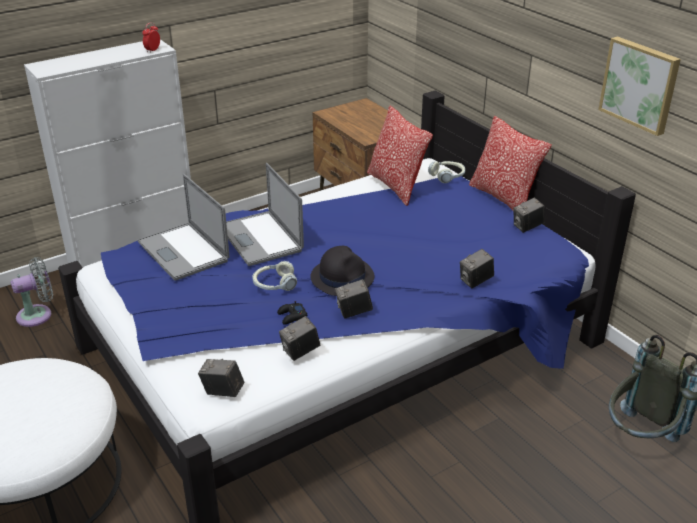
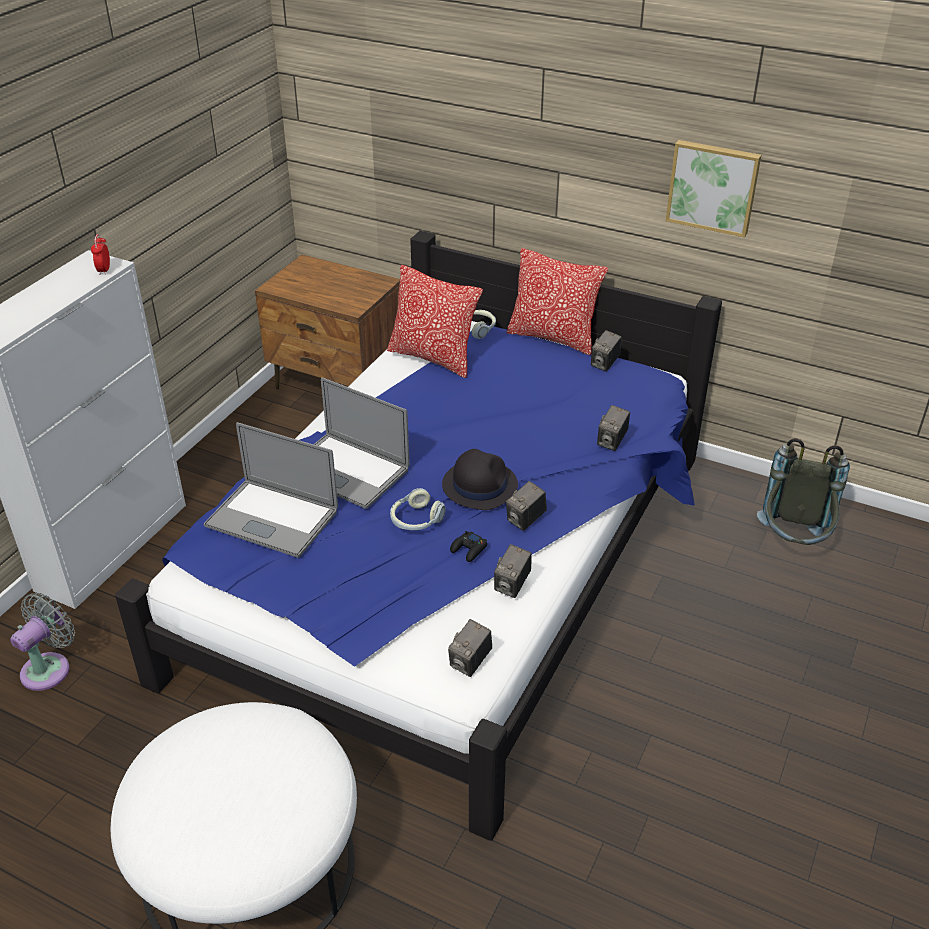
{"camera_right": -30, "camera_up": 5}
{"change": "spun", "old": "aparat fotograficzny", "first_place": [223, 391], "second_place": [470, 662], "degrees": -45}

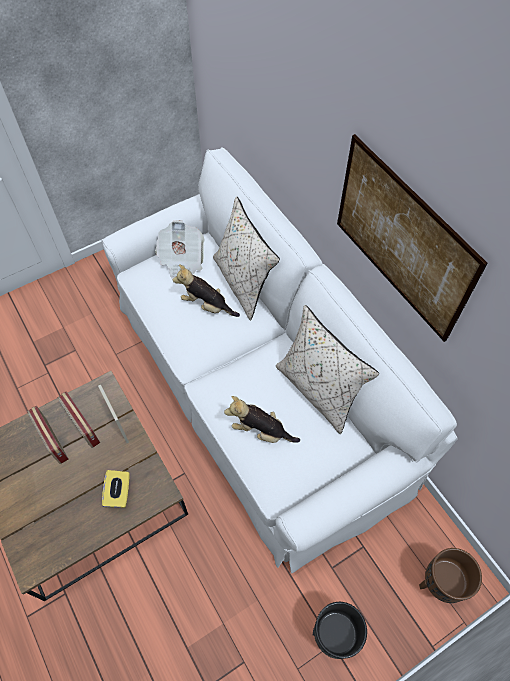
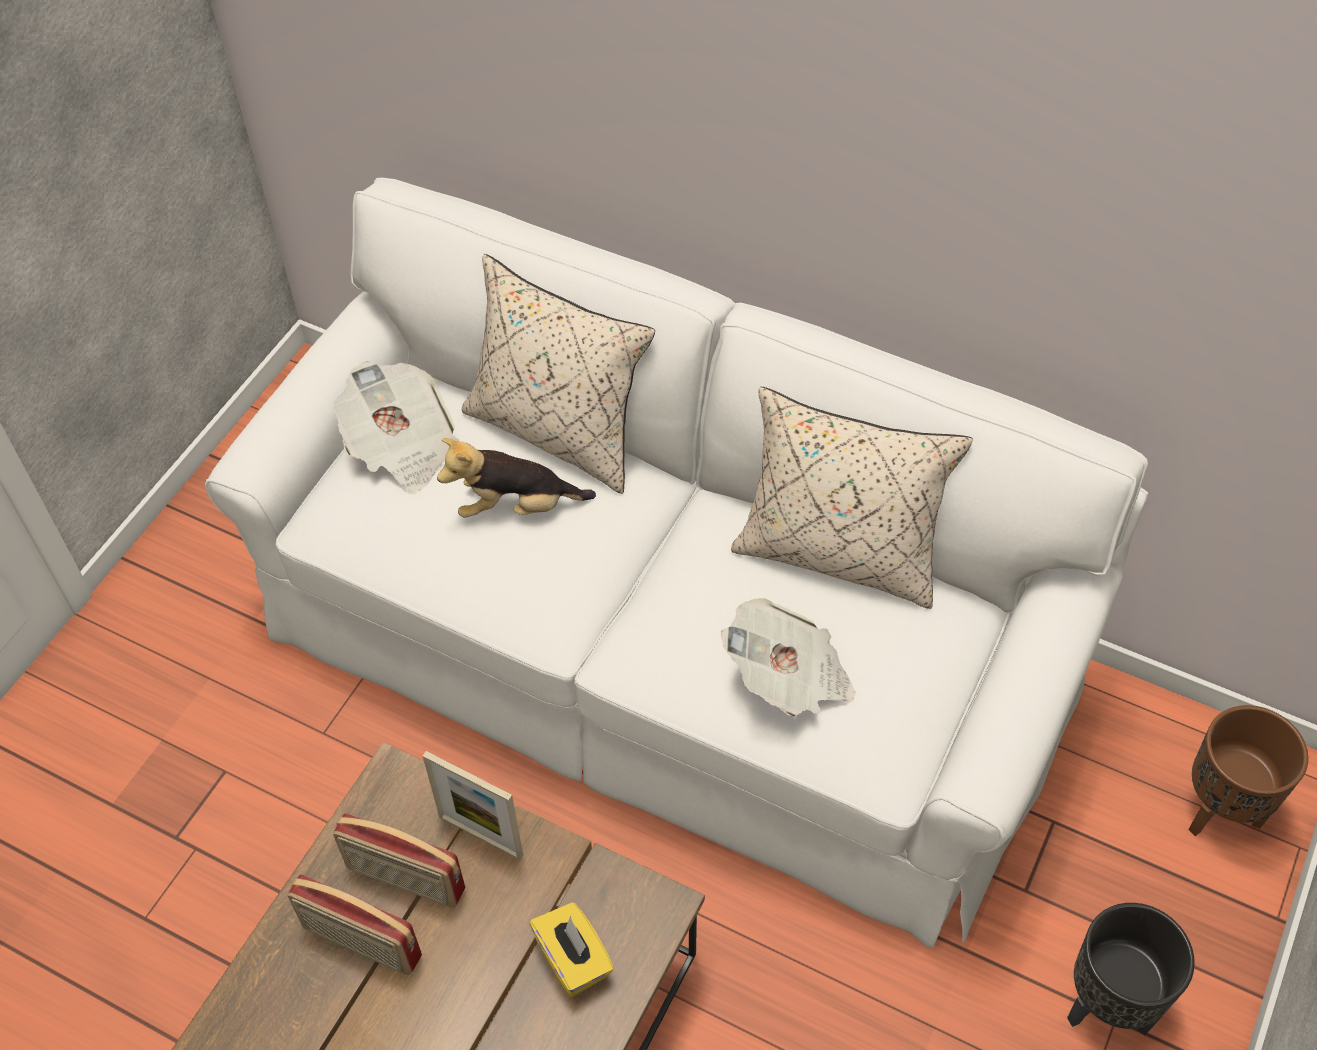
{"camera_right": -30, "camera_up": -5}
{"change": "exchanged", "old": "pluszak", "new": "gazeta", "first_place": [261, 431], "second_place": [788, 678]}
{"change": "missing", "old": "obraz", "first_place": [401, 239]}

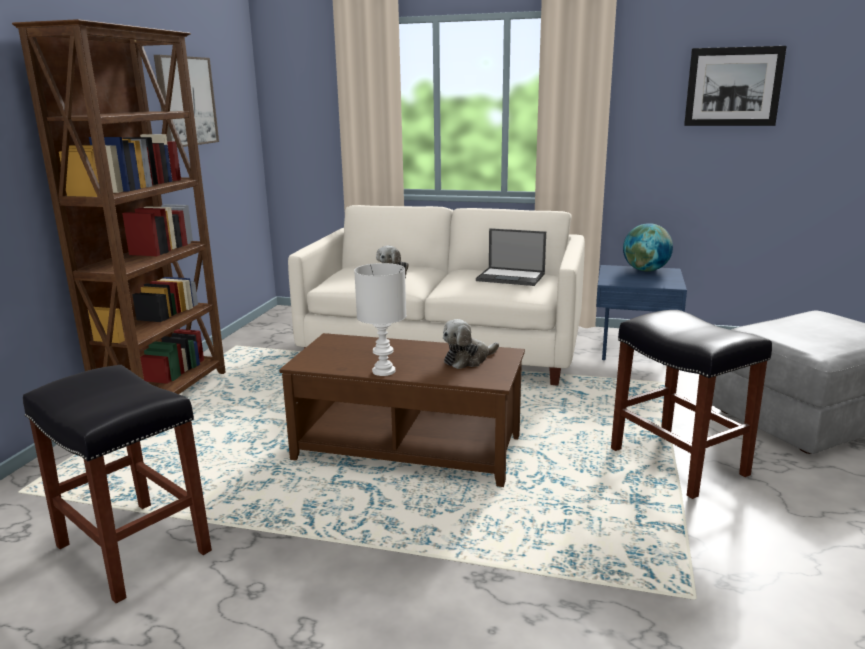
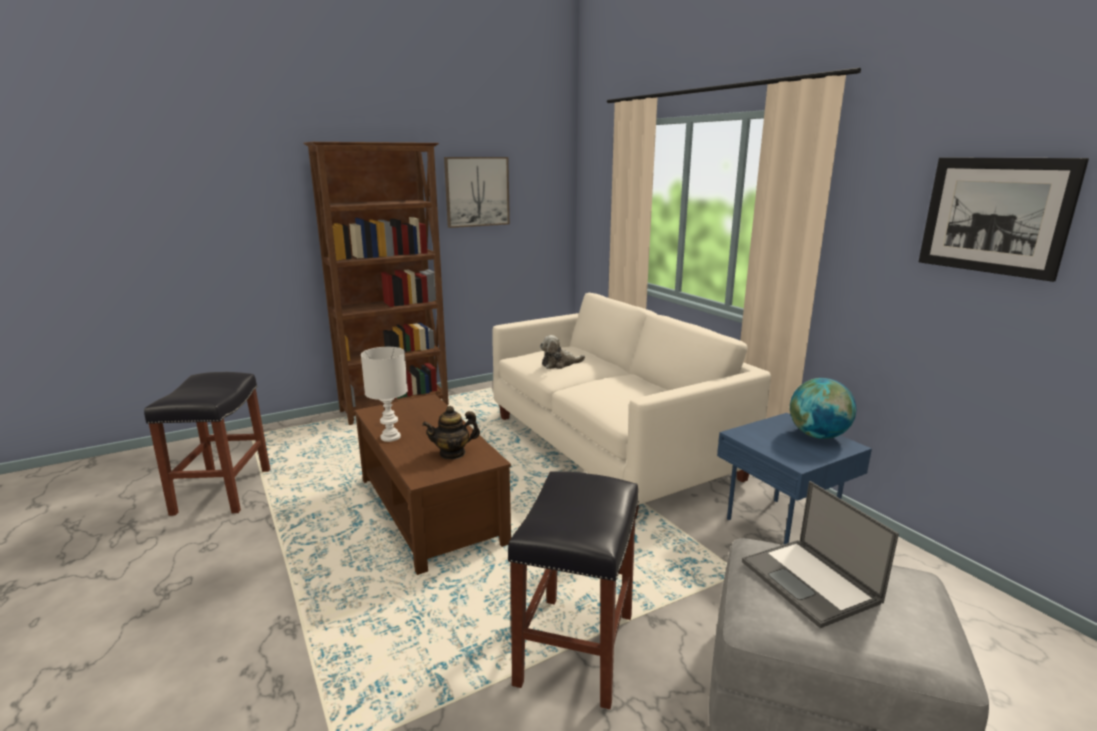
{"camera_right": 45, "camera_up": 0}
{"change": "exchanged", "old": "pluszak", "new": "imbryk", "first_place": [468, 360], "second_place": [452, 453]}
{"change": "relocated", "old": "laptop", "first_place": [511, 277], "second_place": [811, 582]}

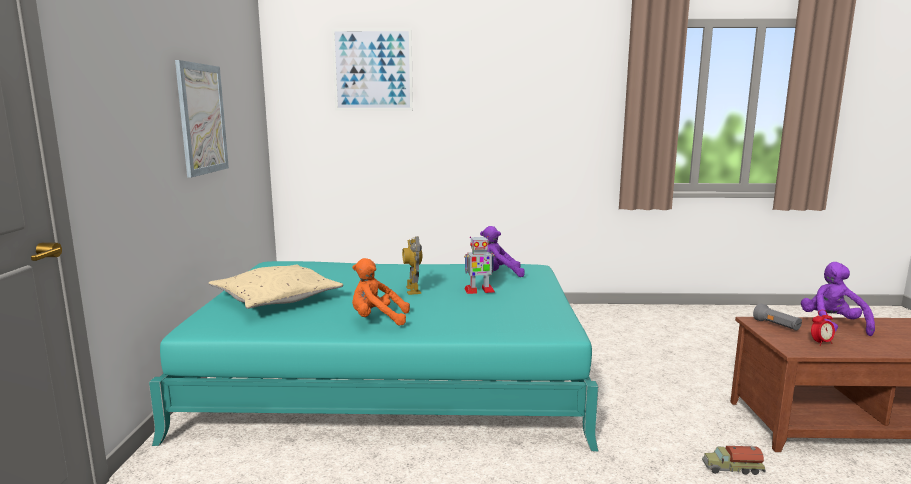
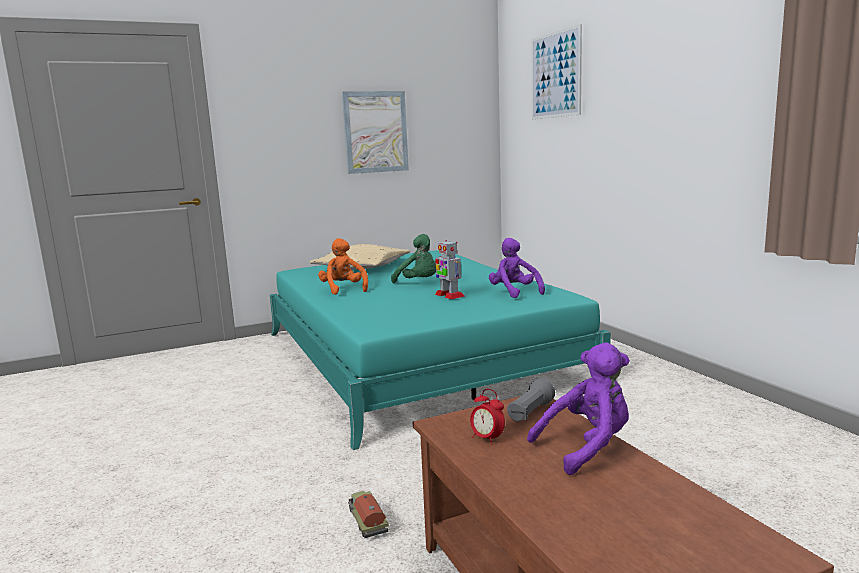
{"camera_right": 65, "camera_up": 0}
{"change": "exchanged", "old": "robot zabawkowy", "new": "pluszak (zielony)", "first_place": [413, 290], "second_place": [419, 282]}

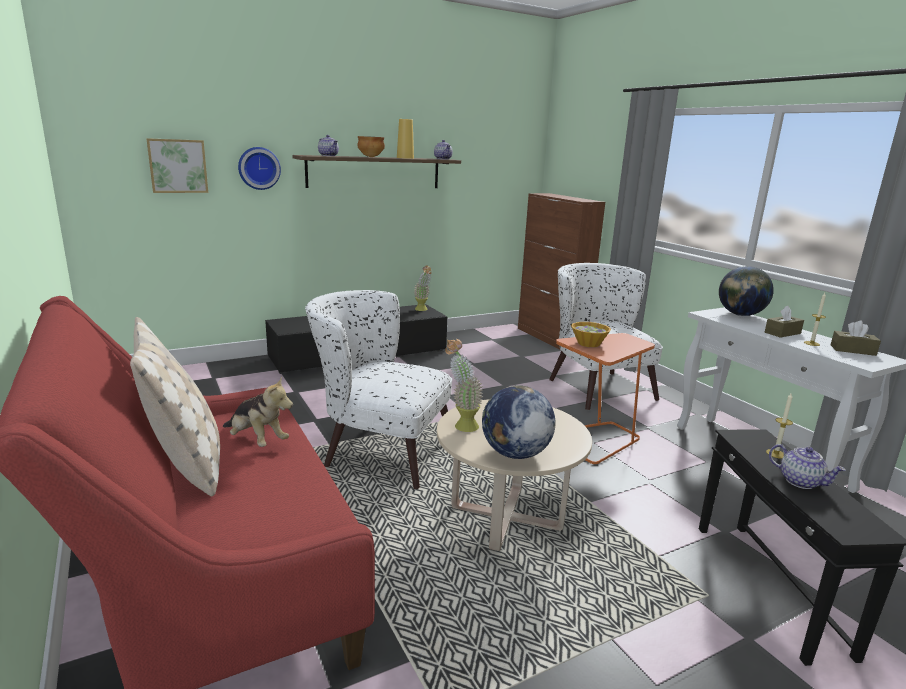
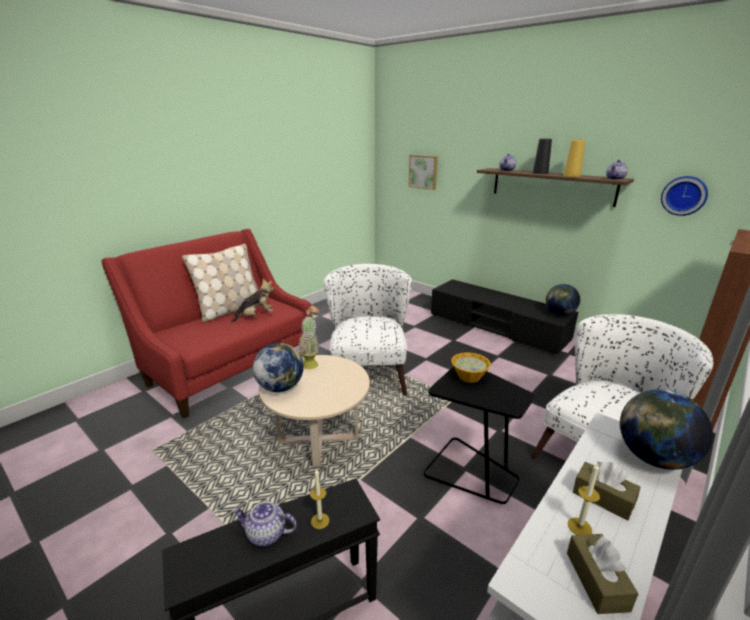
{"camera_right": 70, "camera_up": 5}
{"change": "spun", "old": "pluszak", "first_place": [257, 440], "second_place": [256, 316], "degrees": -135}
{"change": "spun", "old": "imbryk", "first_place": [801, 481], "second_place": [265, 534], "degrees": 75}
{"change": "colour", "old": "stolik (pomarańczowy)", "new": "stolik (czarny)", "first_place": [596, 440], "second_place": [471, 471]}
{"change": "exchanged", "old": "miska", "new": "wazon (czarny)", "first_place": [371, 157], "second_place": [540, 173]}
{"change": "exchanged", "old": "roślina doniczkowa", "new": "globus", "first_place": [423, 310], "second_place": [559, 314]}
{"change": "relocated", "old": "zegar ścienny", "first_place": [259, 168], "second_place": [684, 195]}

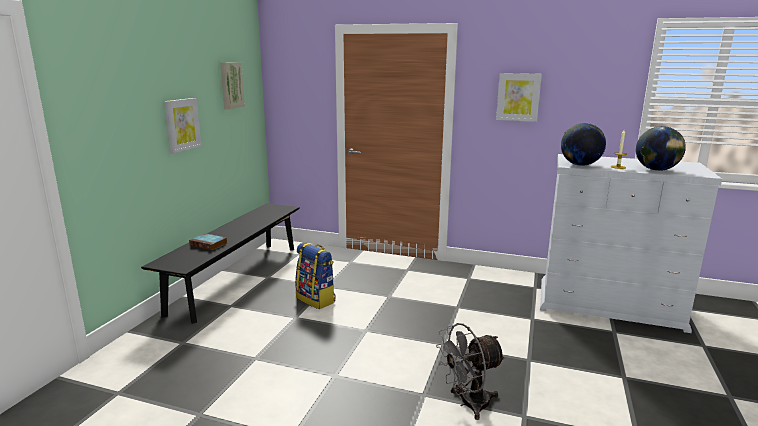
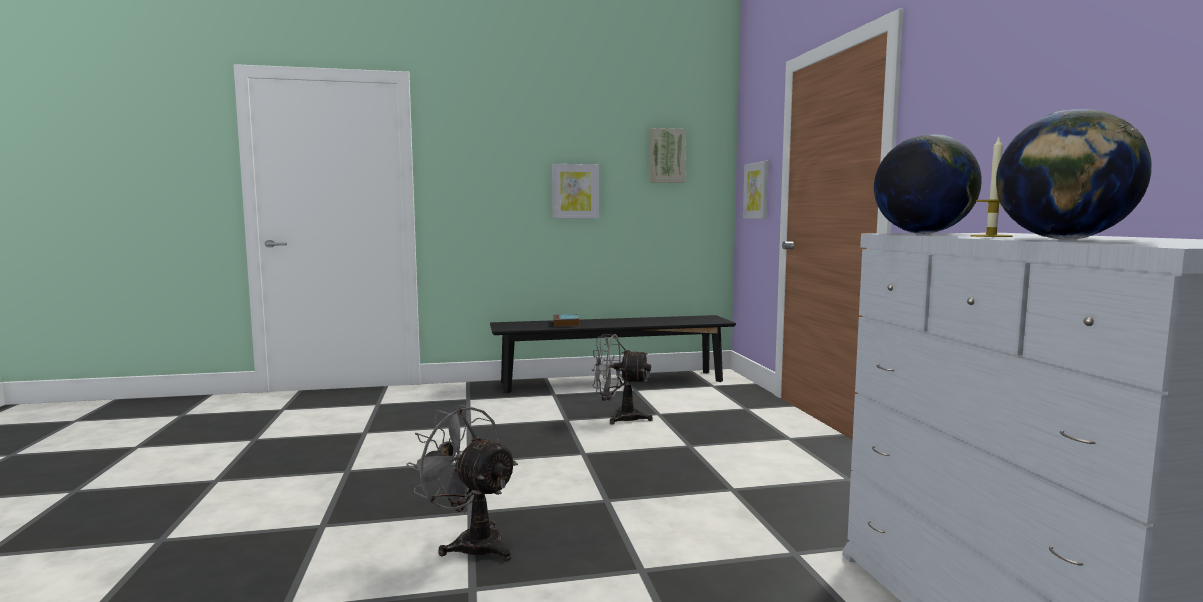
{"camera_right": 60, "camera_up": -10}
{"change": "exchanged", "old": "plecak", "new": "wentylator (szary)", "first_place": [316, 299], "second_place": [619, 418]}
{"change": "relocated", "old": "obraz", "first_place": [518, 97], "second_place": [757, 190]}

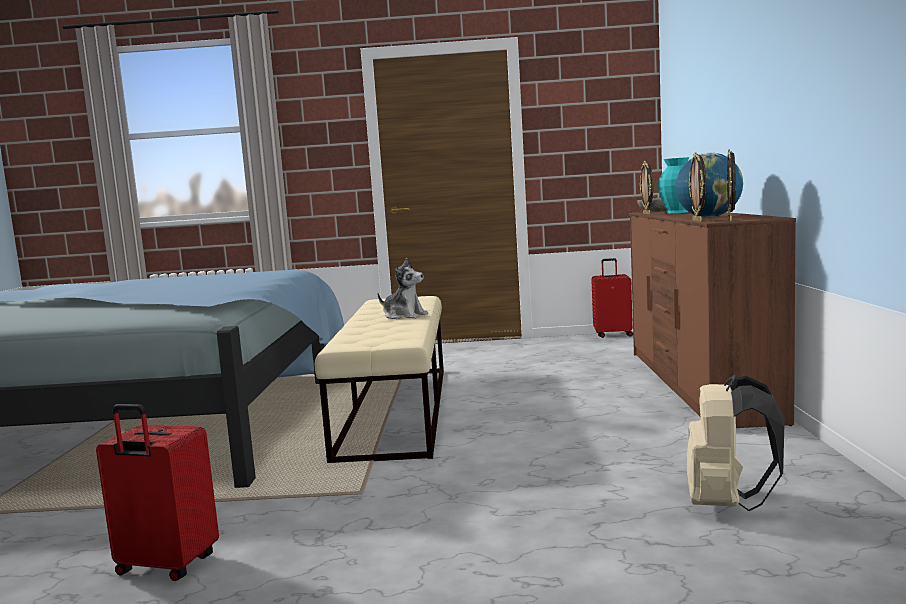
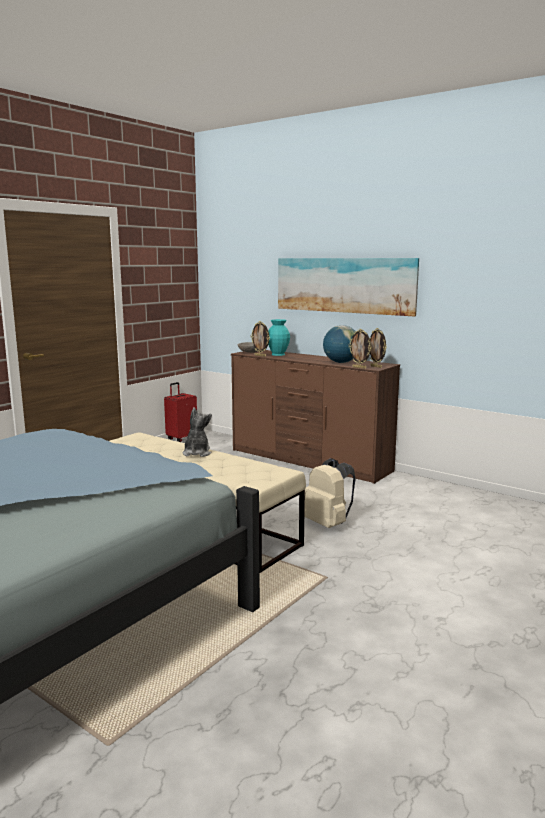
{"camera_right": -55, "camera_up": 5}
{"change": "spun", "old": "pluszak", "first_place": [404, 316], "second_place": [196, 453], "degrees": -60}
{"change": "appeared", "new": "obraz", "second_place": [344, 285]}
{"change": "relocated", "old": "plecak (beżowy)", "first_place": [726, 504], "second_place": [328, 524]}
{"change": "missing", "old": "walizka (czerwony)", "first_place": [166, 566]}

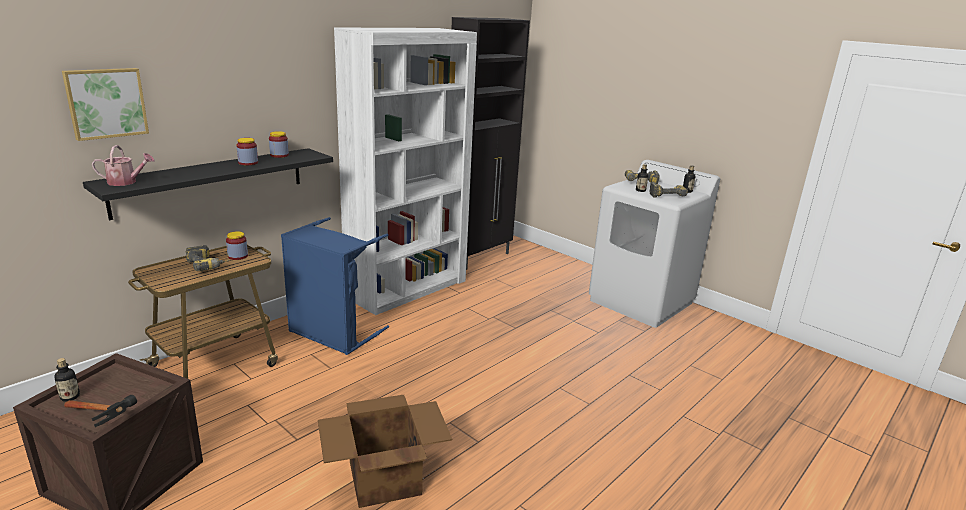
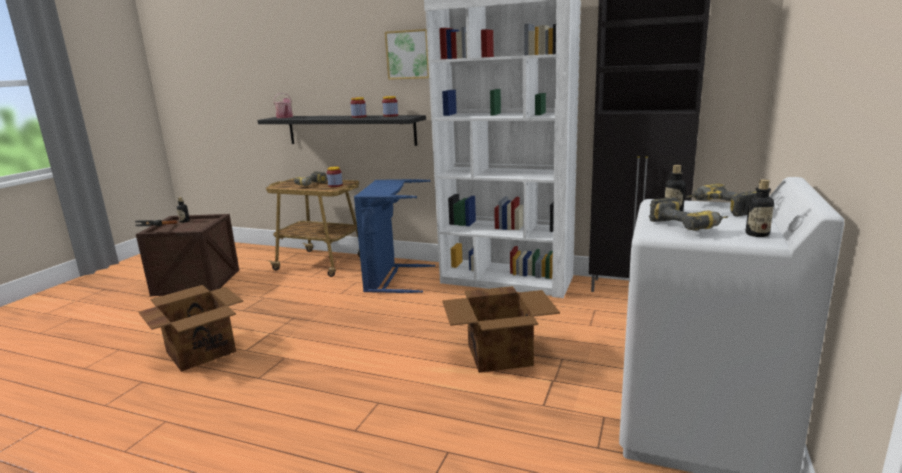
{"camera_right": 70, "camera_up": -5}
{"change": "relocated", "old": "obraz", "first_place": [106, 103], "second_place": [409, 54]}
{"change": "appeared", "new": "karton", "second_place": [500, 354]}

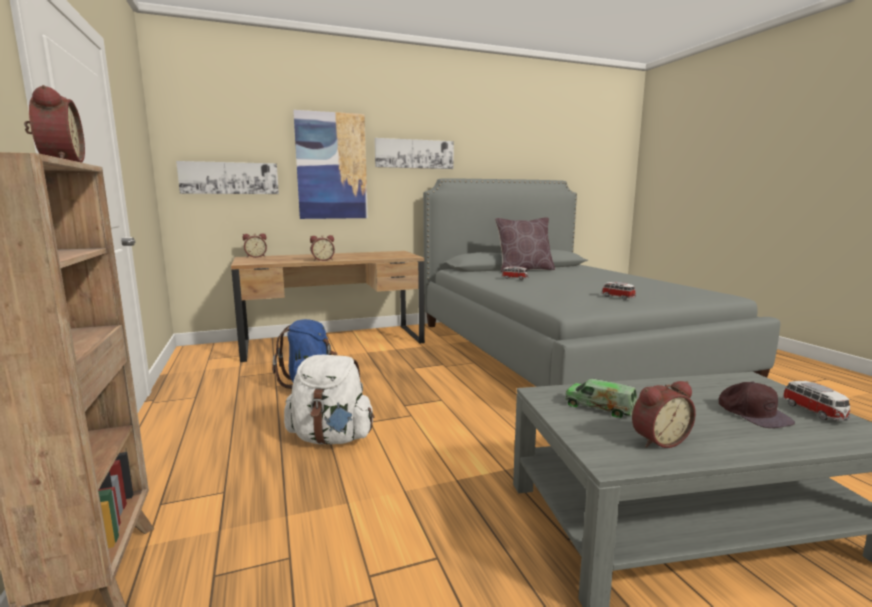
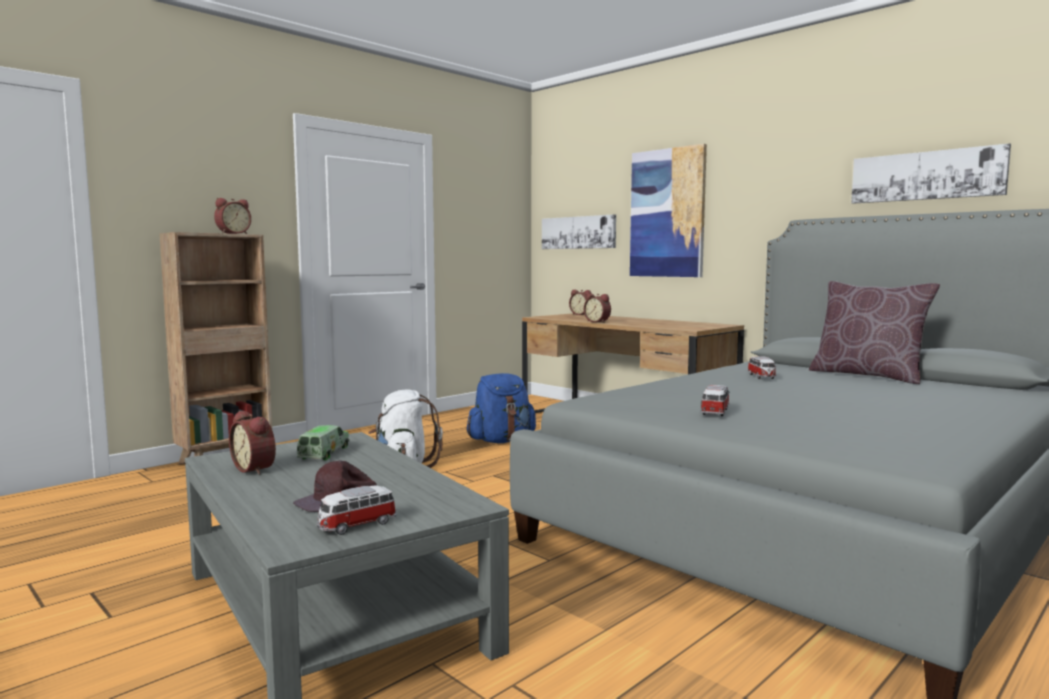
{"camera_right": 65, "camera_up": -5}
{"change": "relocated", "old": "obraz", "first_place": [414, 154], "second_place": [926, 176]}

